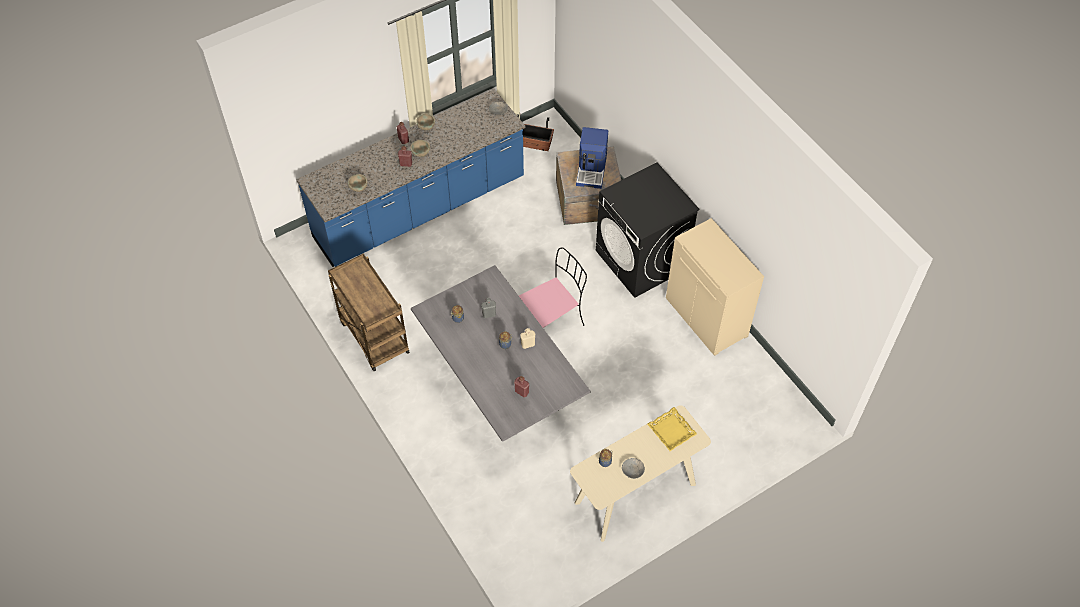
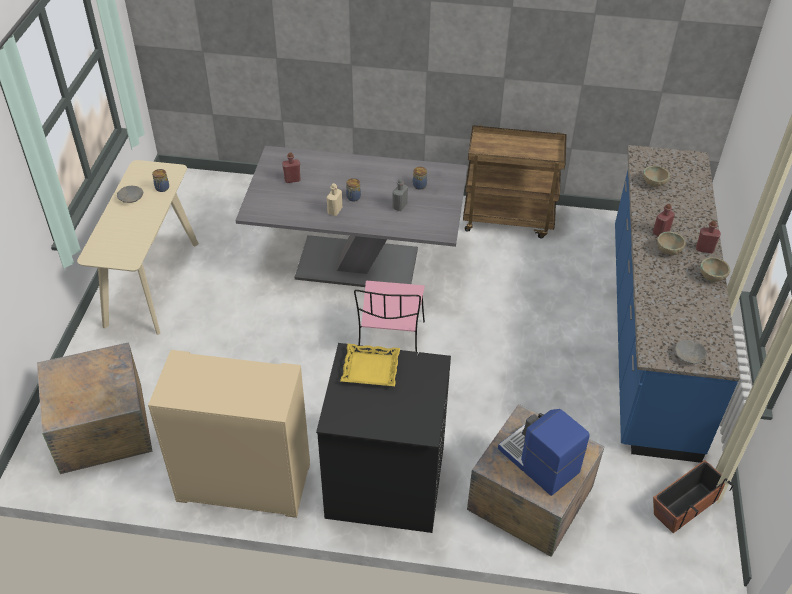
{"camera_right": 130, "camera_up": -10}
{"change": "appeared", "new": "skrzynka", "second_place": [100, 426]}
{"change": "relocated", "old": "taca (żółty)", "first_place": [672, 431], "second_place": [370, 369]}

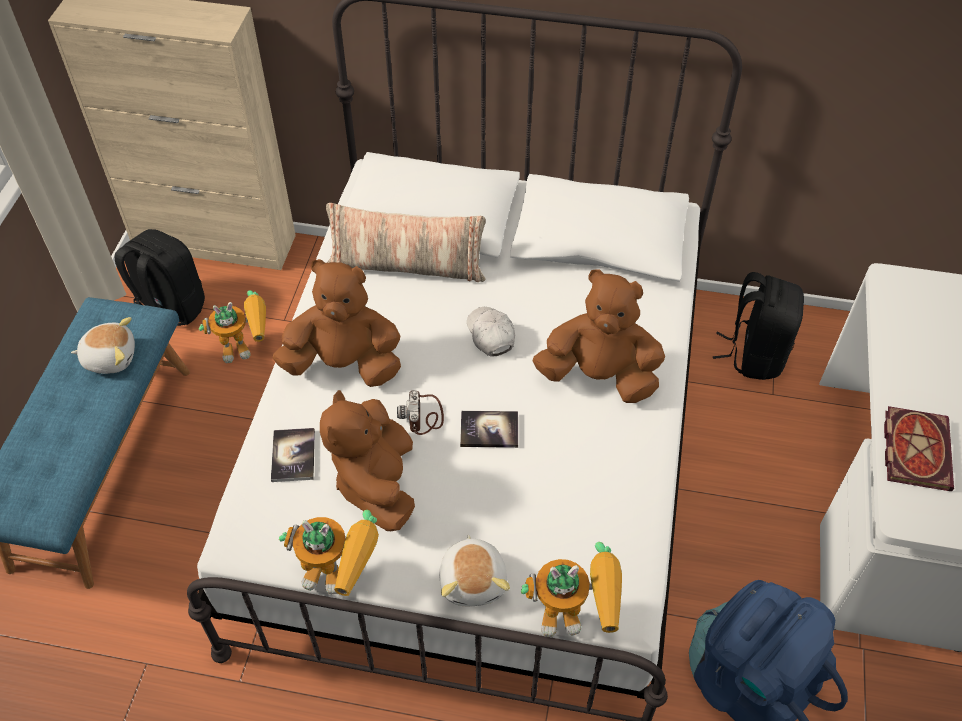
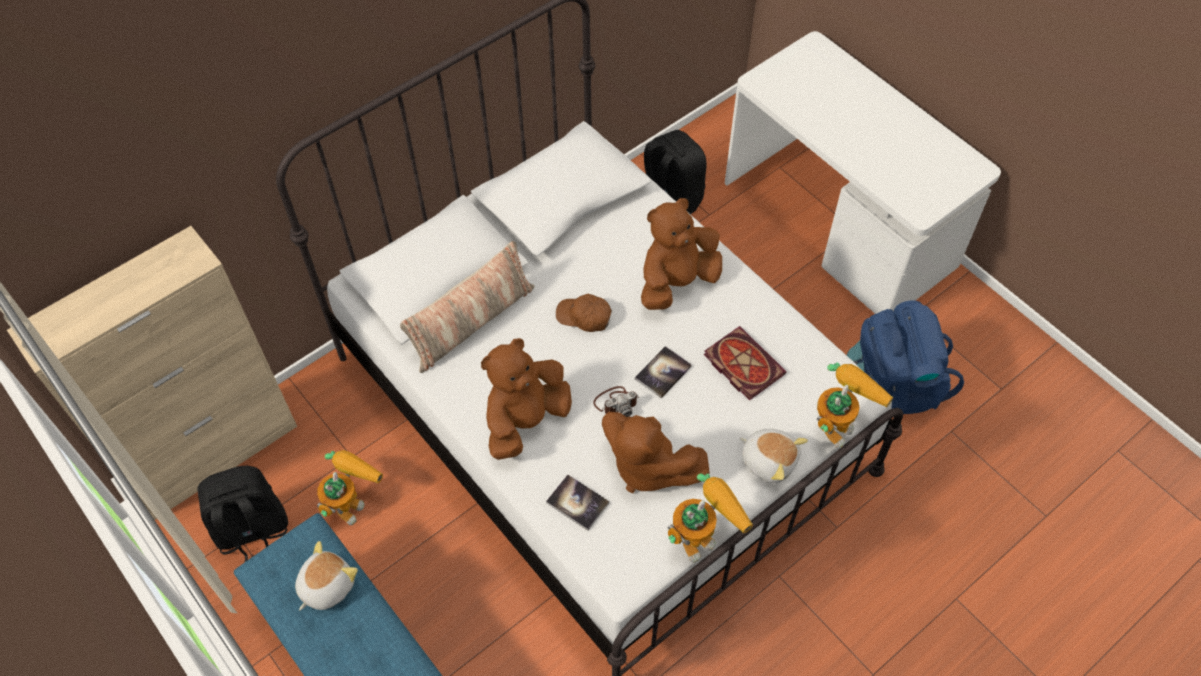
{"camera_right": -50, "camera_up": 5}
{"change": "colour", "old": "czapka z daszkiem (biały)", "new": "czapka z daszkiem (brązowy)", "first_place": [490, 334], "second_place": [584, 317]}
{"change": "spun", "old": "aparat fotograficzny", "first_place": [423, 416], "second_place": [616, 402], "degrees": -60}
{"change": "relocated", "old": "książka", "first_place": [914, 448], "second_place": [741, 364]}

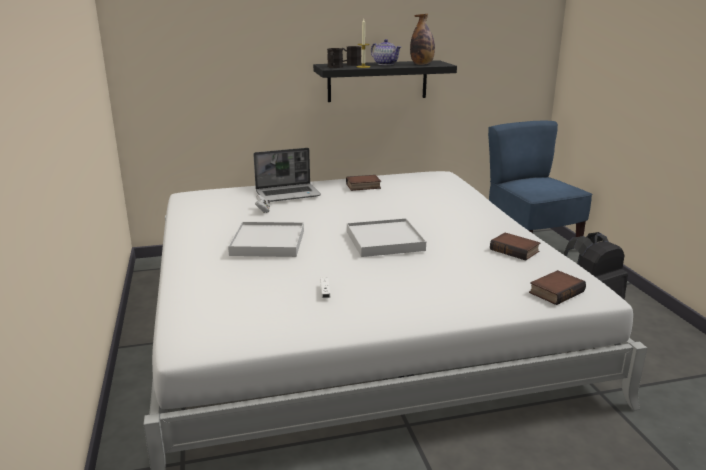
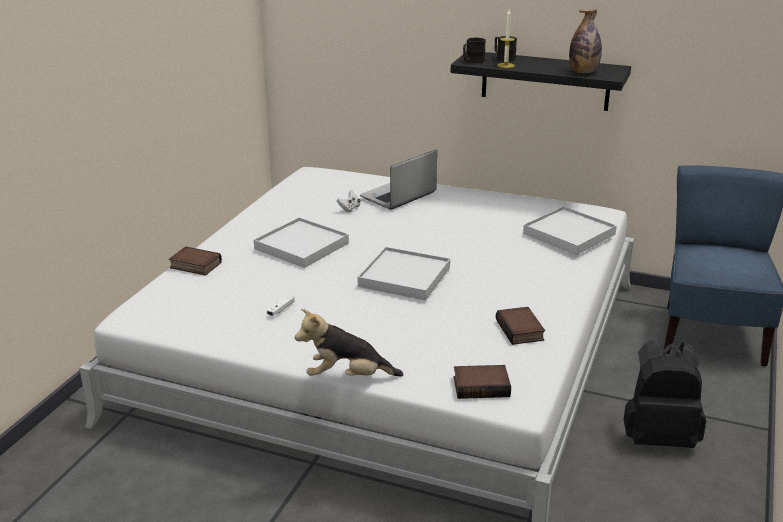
{"camera_right": 35, "camera_up": 5}
{"change": "relocated", "old": "książka", "first_place": [363, 186], "second_place": [194, 266]}
{"change": "appeared", "new": "pluszak", "second_place": [347, 377]}
{"change": "spun", "old": "laptop", "first_place": [288, 194], "second_place": [398, 196], "degrees": 120}
{"change": "appeared", "new": "taca (biały)", "second_place": [569, 234]}
{"change": "missing", "old": "imbryk", "first_place": [385, 64]}

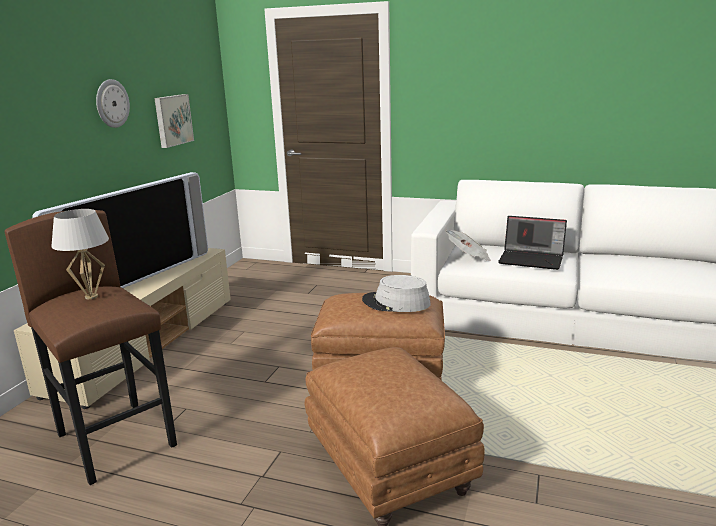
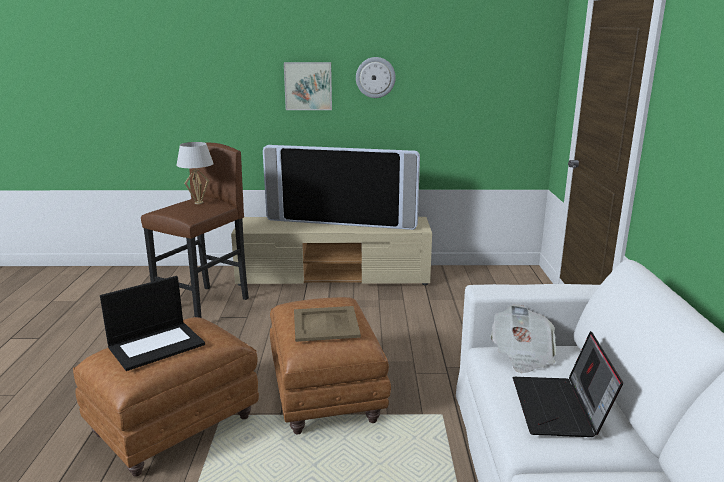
{"camera_right": 70, "camera_up": 0}
{"change": "appeared", "new": "laptop", "second_place": [157, 345]}
{"change": "relocated", "old": "obraz", "first_place": [172, 120], "second_place": [308, 86]}
{"change": "exchanged", "old": "kapelusz (szary)", "new": "taca (beżowy)", "first_place": [396, 303], "second_place": [325, 324]}

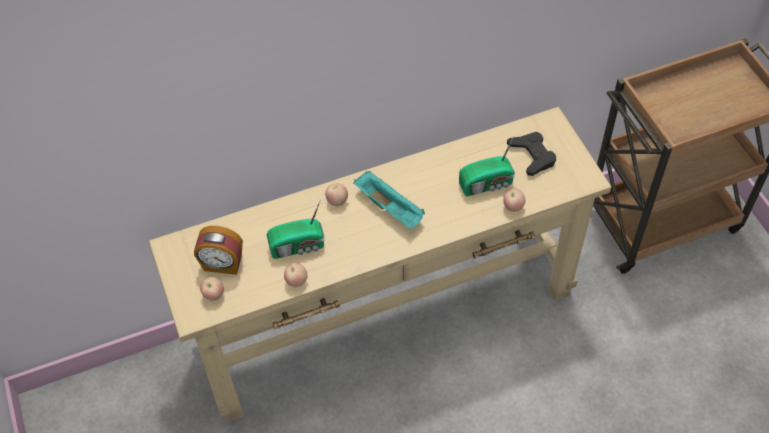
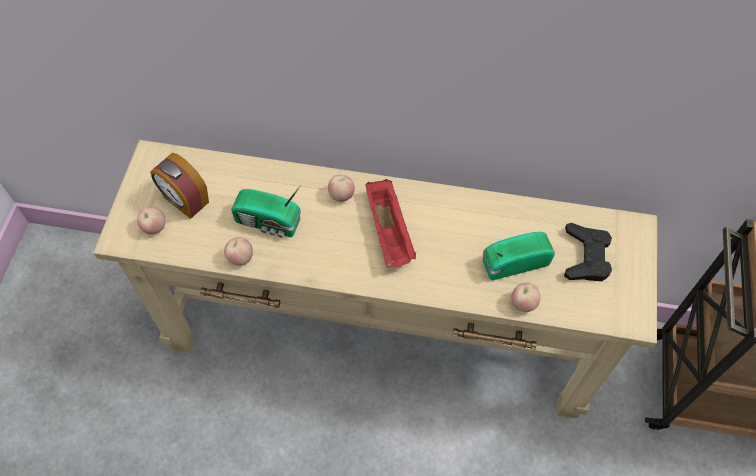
{"camera_right": 30, "camera_up": 5}
{"change": "colour", "old": "taca (turkusowy)", "new": "taca (czerwony)", "first_place": [390, 208], "second_place": [390, 232]}
{"change": "spun", "old": "radio", "first_place": [487, 184], "second_place": [513, 262], "degrees": 150}

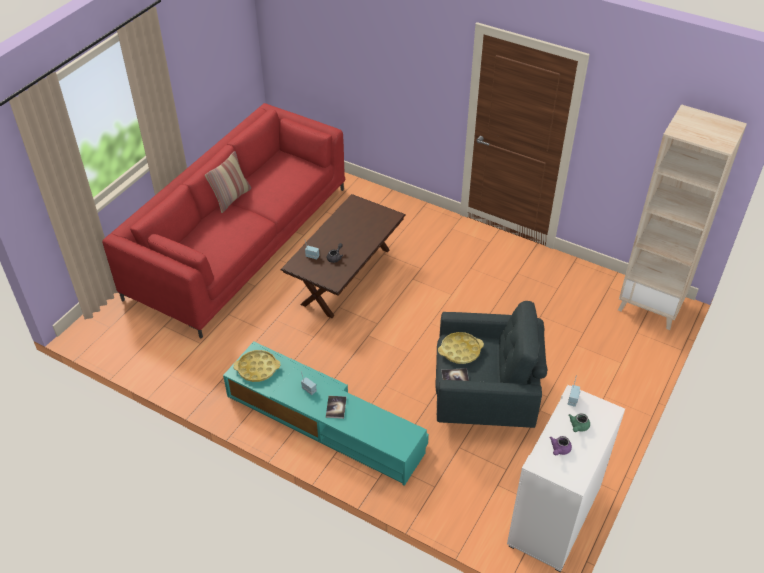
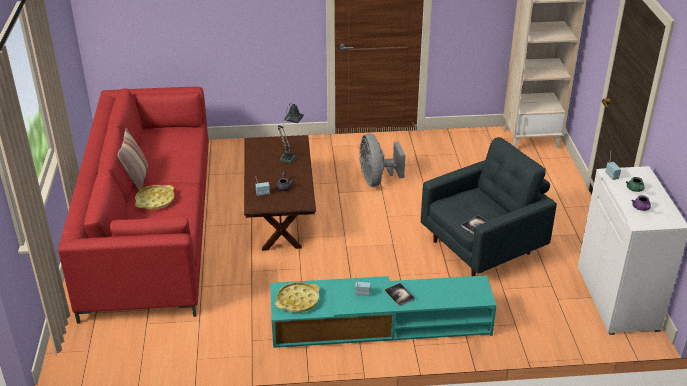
{"camera_right": -35, "camera_up": -10}
{"change": "relocated", "old": "taca (żółty)", "first_place": [460, 350], "second_place": [155, 200]}
{"change": "appeared", "new": "lampa stołowa", "second_place": [289, 157]}
{"change": "appeared", "new": "wentylator (szary)", "second_place": [377, 180]}

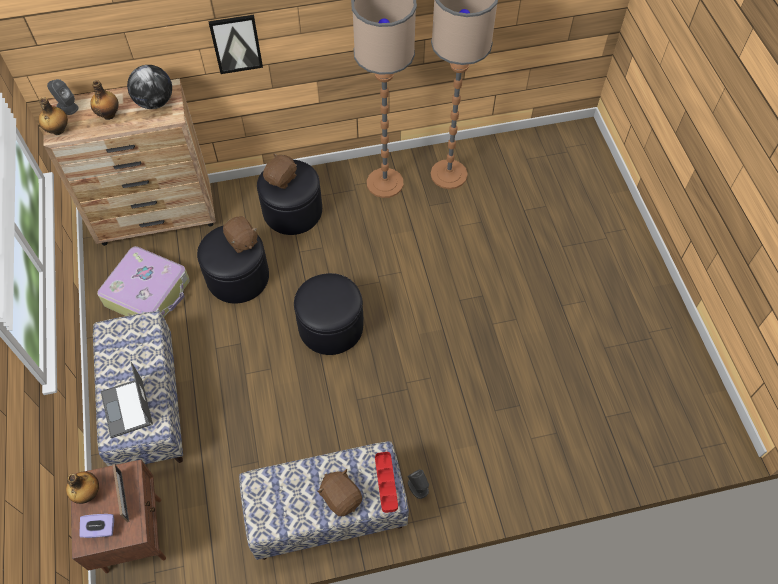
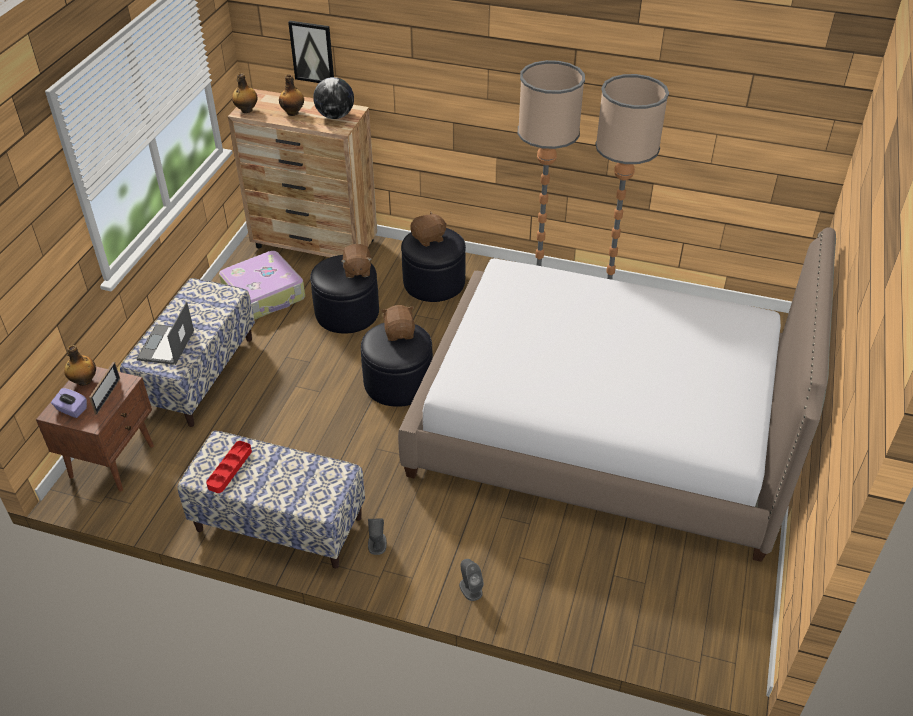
{"camera_right": 30, "camera_up": -15}
{"change": "relocated", "old": "taca (czerwony)", "first_place": [386, 483], "second_place": [230, 469]}
{"change": "relocated", "old": "obraz", "first_place": [236, 43], "second_place": [312, 52]}
{"change": "relocated", "old": "pluszak (brązowy)", "first_place": [341, 497], "second_place": [400, 333]}
{"change": "appeared", "new": "łóżko", "second_place": [604, 428]}
{"change": "relocated", "old": "głośnik (szary)", "first_place": [67, 107], "second_place": [470, 588]}

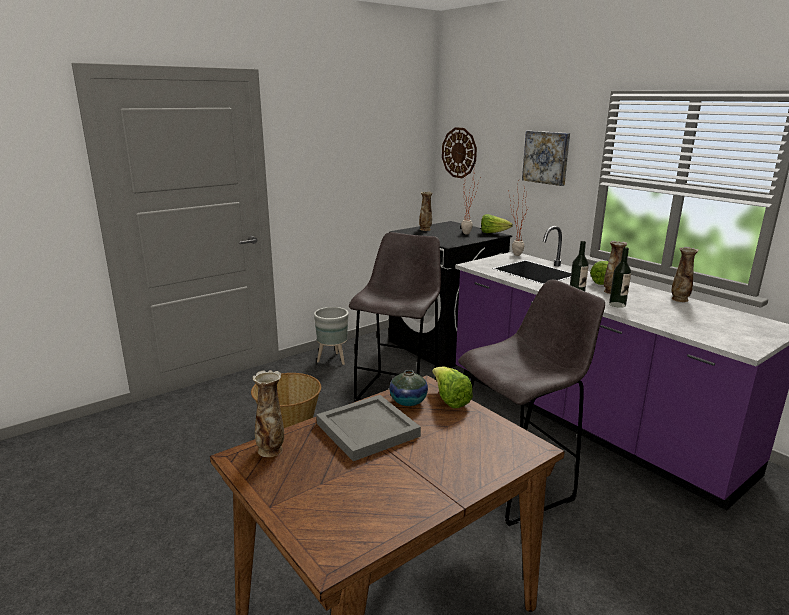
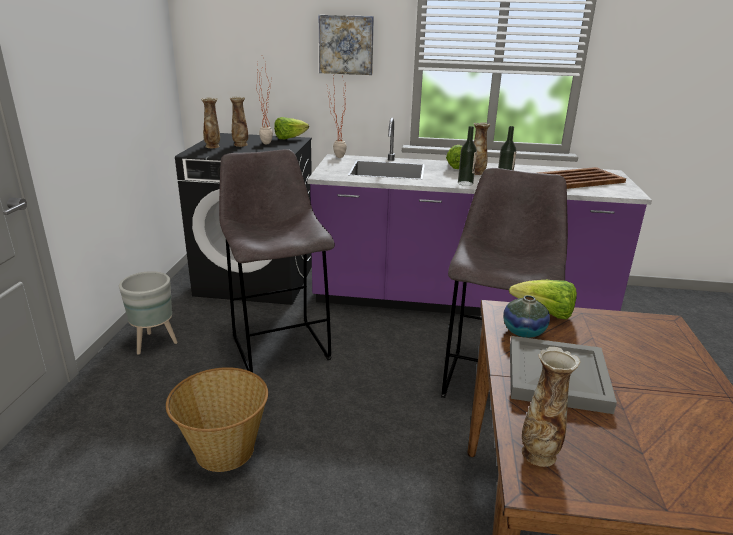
{"camera_right": -45, "camera_up": 5}
{"change": "relocated", "old": "wazon", "first_place": [679, 299], "second_place": [240, 145]}
{"change": "appeared", "new": "taca (brązowy)", "second_place": [579, 179]}
{"change": "missing", "old": "zegar ścienny", "first_place": [459, 152]}

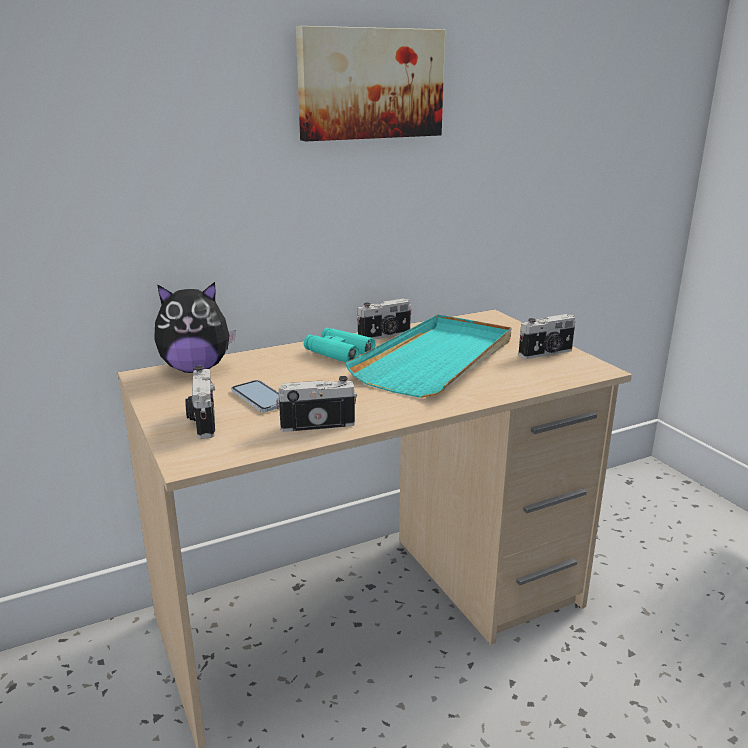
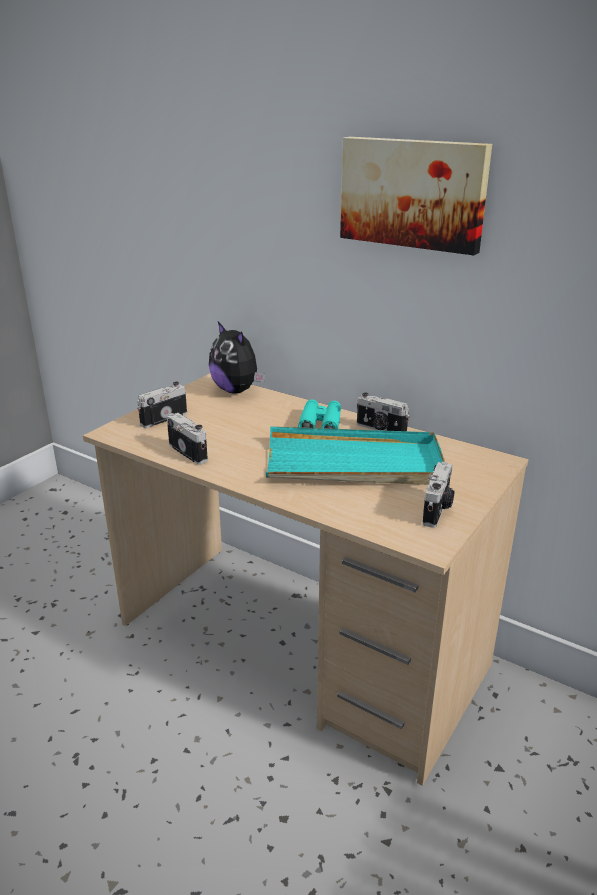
{"camera_right": 60, "camera_up": 5}
{"change": "spun", "old": "aparat fotograficzny", "first_place": [546, 353], "second_place": [437, 510], "degrees": -105}
{"change": "missing", "old": "telefon", "first_place": [260, 397]}

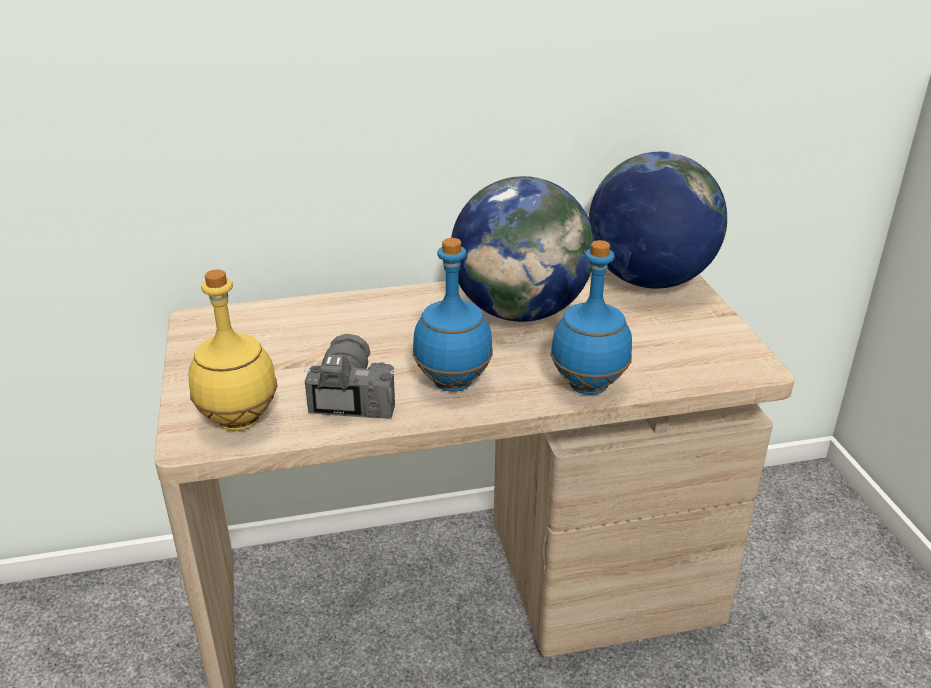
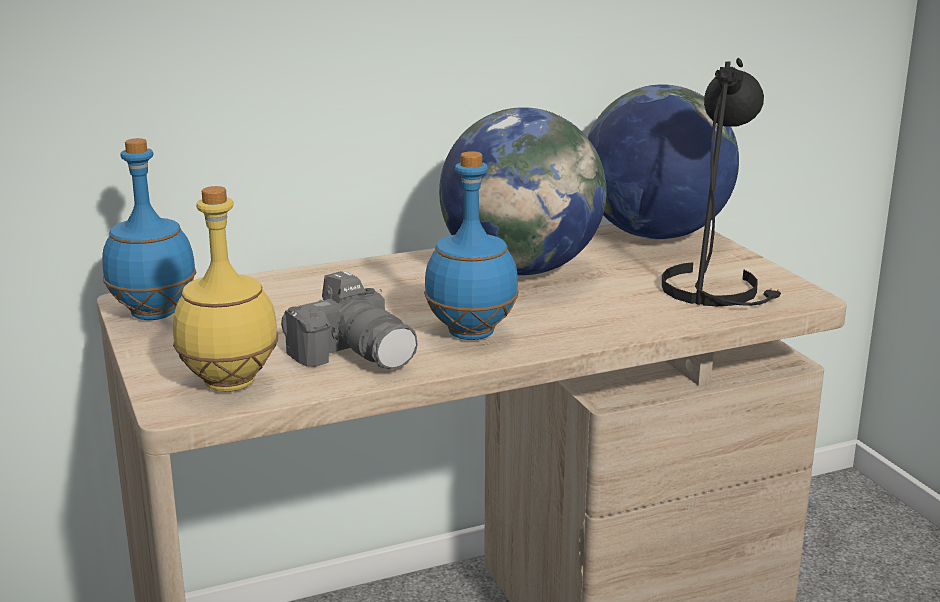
{"camera_right": -10, "camera_up": -10}
{"change": "relocated", "old": "butelka (niebieski)", "first_place": [588, 385], "second_place": [154, 313]}
{"change": "spun", "old": "aparat fotograficzny", "first_place": [349, 396], "second_place": [354, 353], "degrees": 150}
{"change": "appeared", "new": "lampa stołowa (czarny)", "second_place": [716, 289]}

